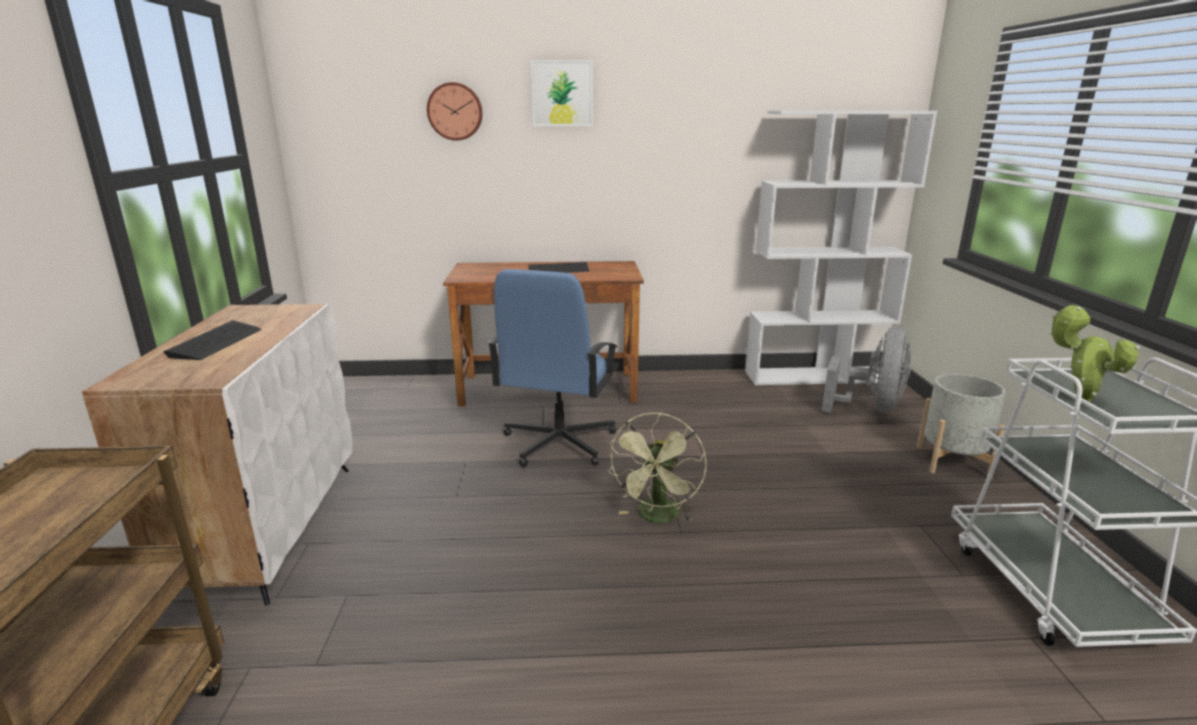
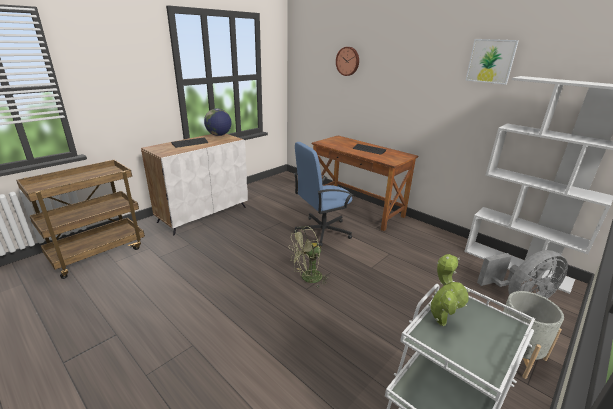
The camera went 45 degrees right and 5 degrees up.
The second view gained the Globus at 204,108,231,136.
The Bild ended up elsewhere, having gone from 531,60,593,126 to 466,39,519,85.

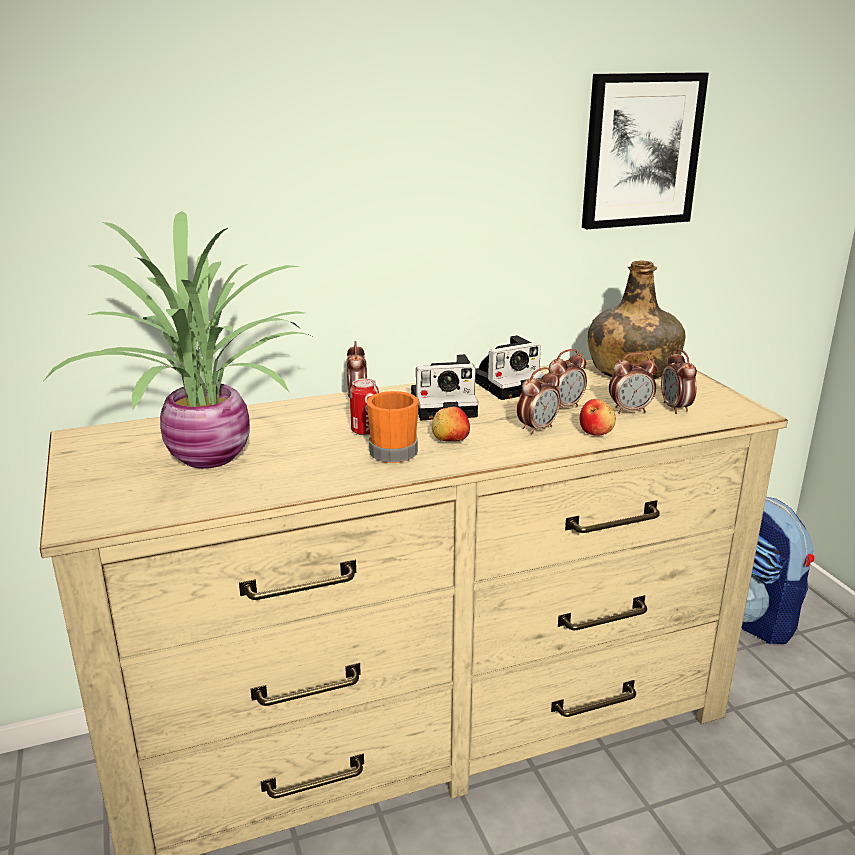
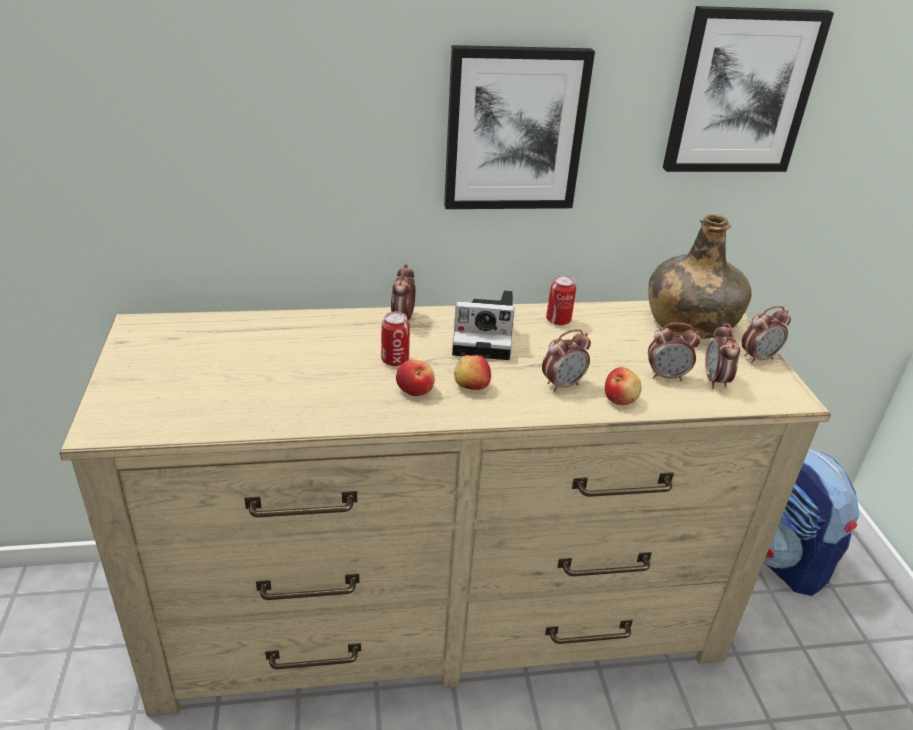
The camera went 10 degrees right and 10 degrees up.
The second view lost the Topfpflanze at 44,211,310,468.
The second view gained the Bild at 444,45,595,209.
The Wecker ended up elsewhere, having gone from 549,349,587,412 to 742,306,791,364.
Where the Henkelbecher (orange) stood at 367,391,419,463, the Apfel came to stand at 396,360,435,396.
Where the Kamera stood at 475,335,544,400, the Dose came to stand at 546,275,576,326.

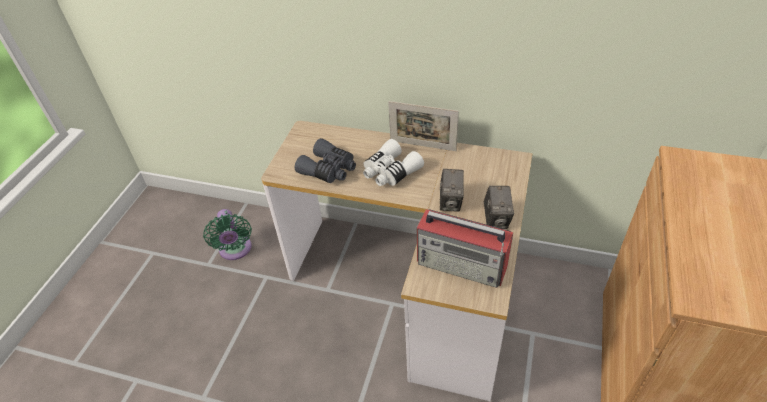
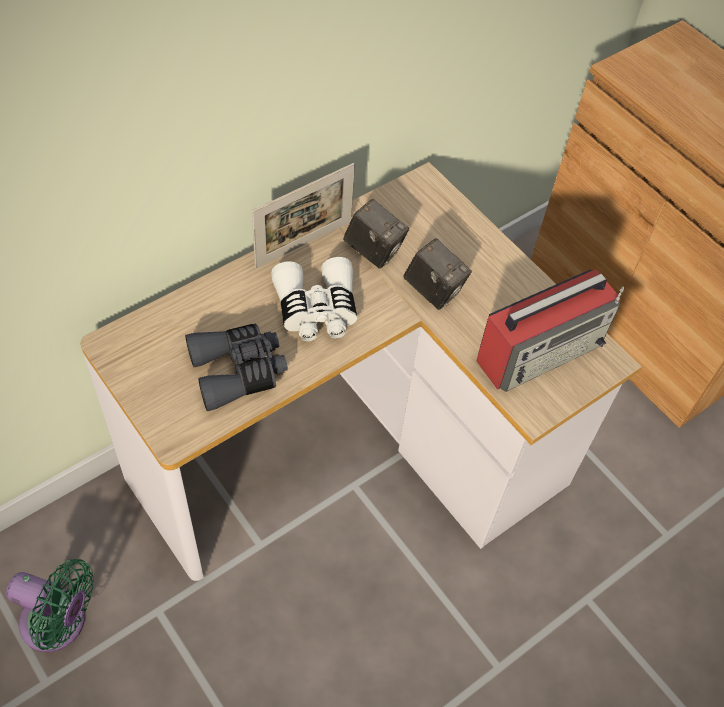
The camera went 60 degrees left and 10 degrees up.
The Kamera ended up elsewhere, having gone from 484,186,514,229 to 343,199,409,269.

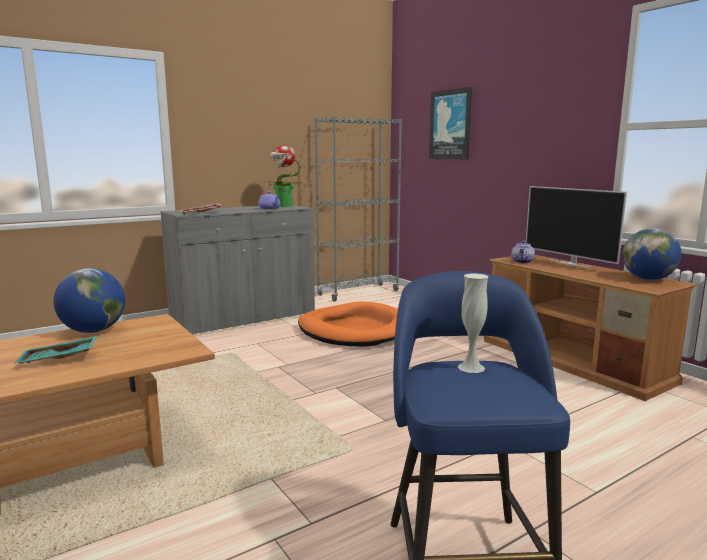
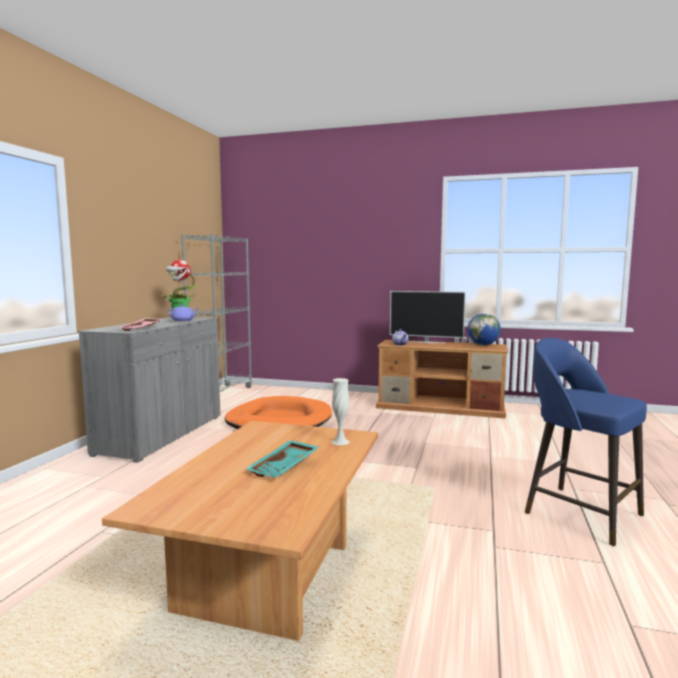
The camera went 40 degrees left and 5 degrees down.
The second view lost the Globus at 54,268,125,333.
The second view lost the Bild at 429,87,472,159.
The Vase (weiß) ended up elsewhere, having gone from 458,273,488,373 to 332,378,350,445.

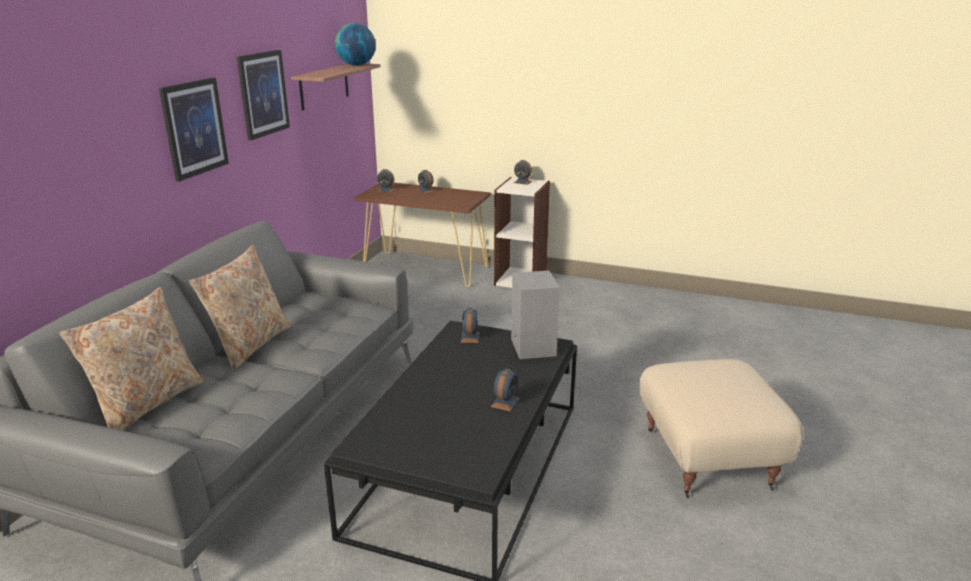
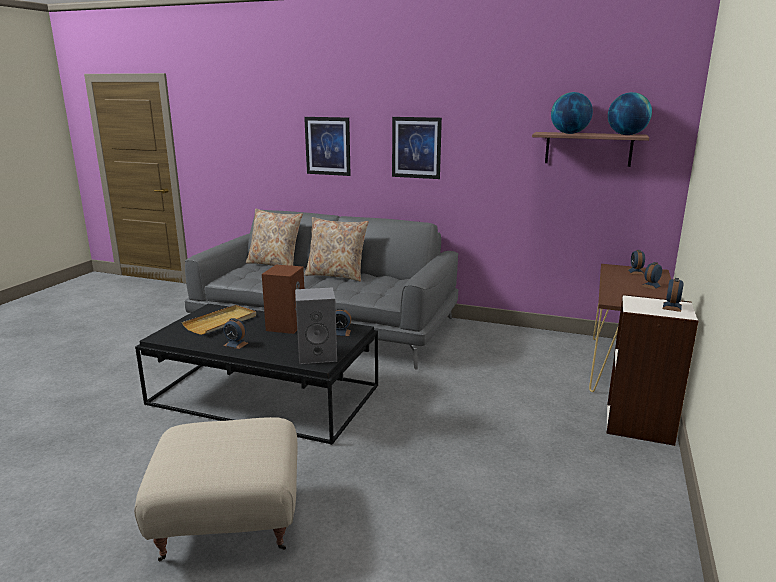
The camera went 90 degrees right and 5 degrees down.
The second view gained the Tablett (beige) at 182,305,256,335.
The second view gained the Lautsprecher (braun) at 262,265,304,334.
The second view gained the Globus at 551,92,593,134.
The Bild ended up elsewhere, having gone from 237,50,290,141 to 304,117,351,176.

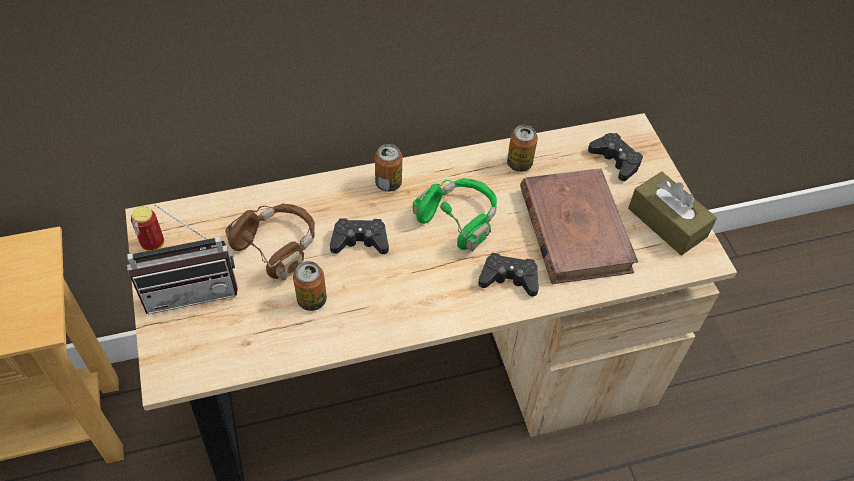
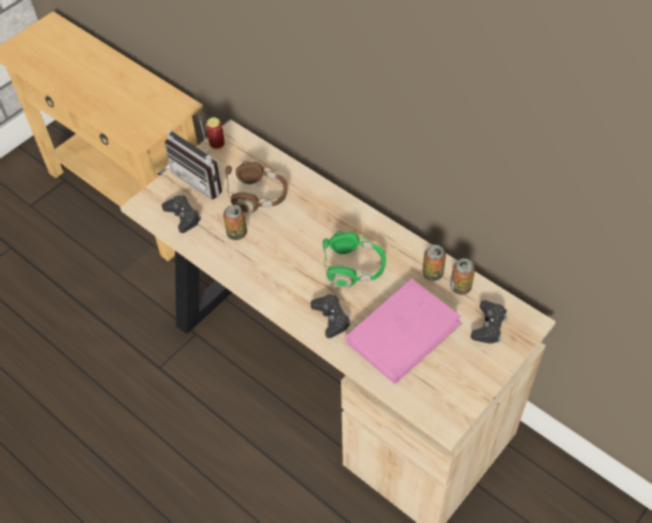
The camera went 60 degrees right and 0 degrees up.
The second view lost the Taschentuchbox (braun) at 628,172,717,255.
The Gamepad (schwarz) ended up elsewhere, having gone from 330,218,389,254 to 162,195,201,233.
The Dose ended up elsewhere, having gone from 375,144,402,192 to 450,258,475,295.
What was the Buch (braun) at 520,169,638,284 turned into the Buch (rosa) at 345,279,462,384.

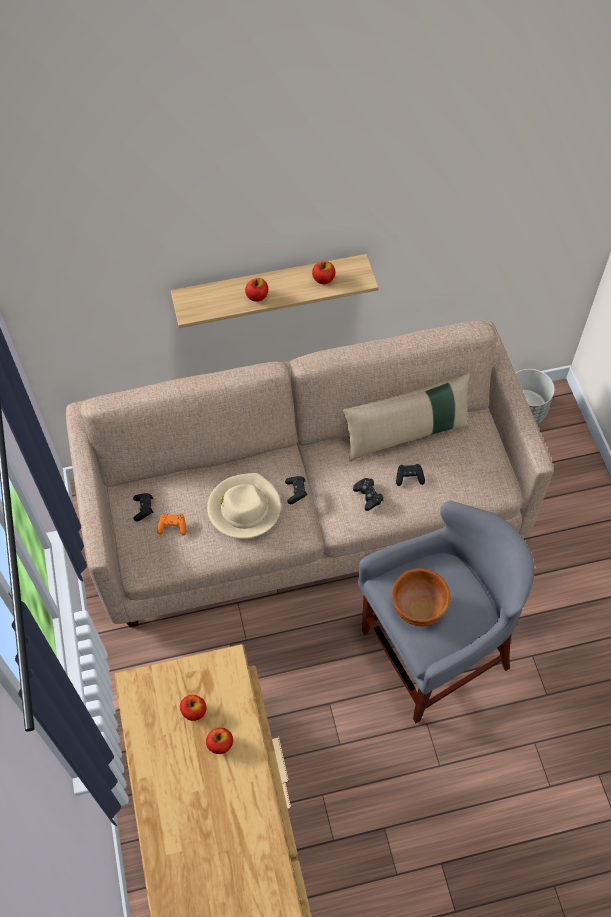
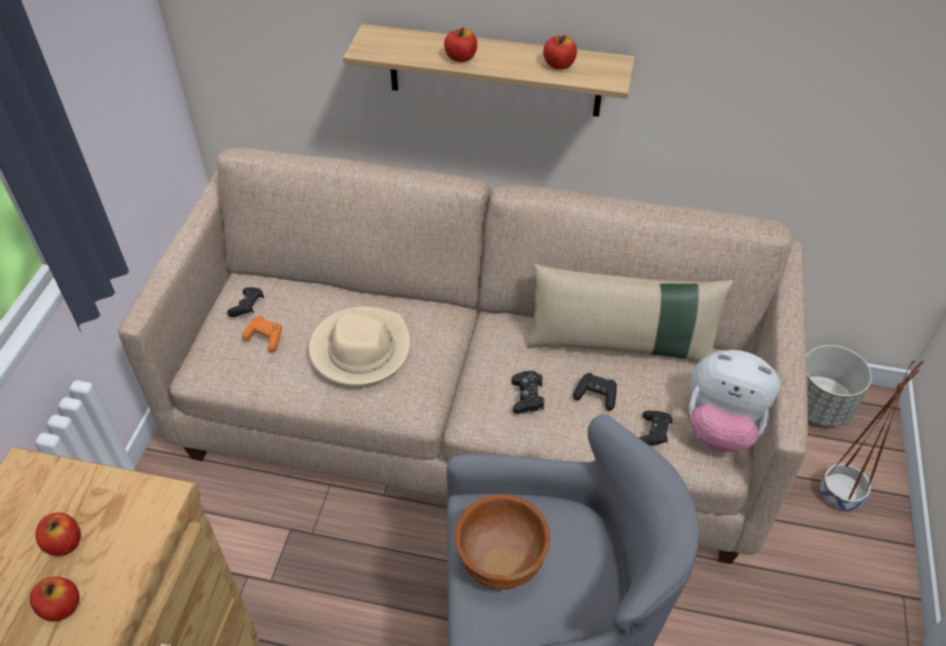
The camera went 25 degrees right and 10 degrees down.
The second view gained the Plüschtier at 689,350,781,452.
The second view gained the Pflanzkübel (braun) at 820,360,924,511.
The Gamepad (schwarz) ended up elsewhere, having gone from 285,476,307,504 to 639,411,672,446.

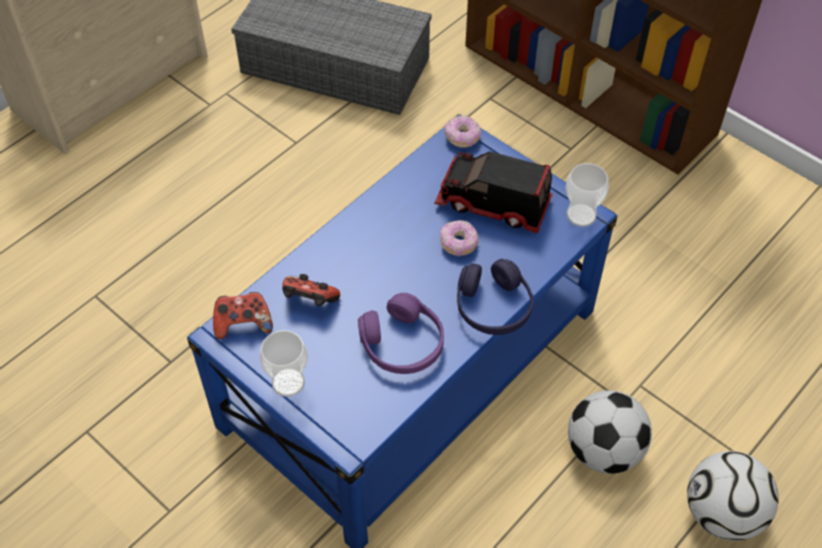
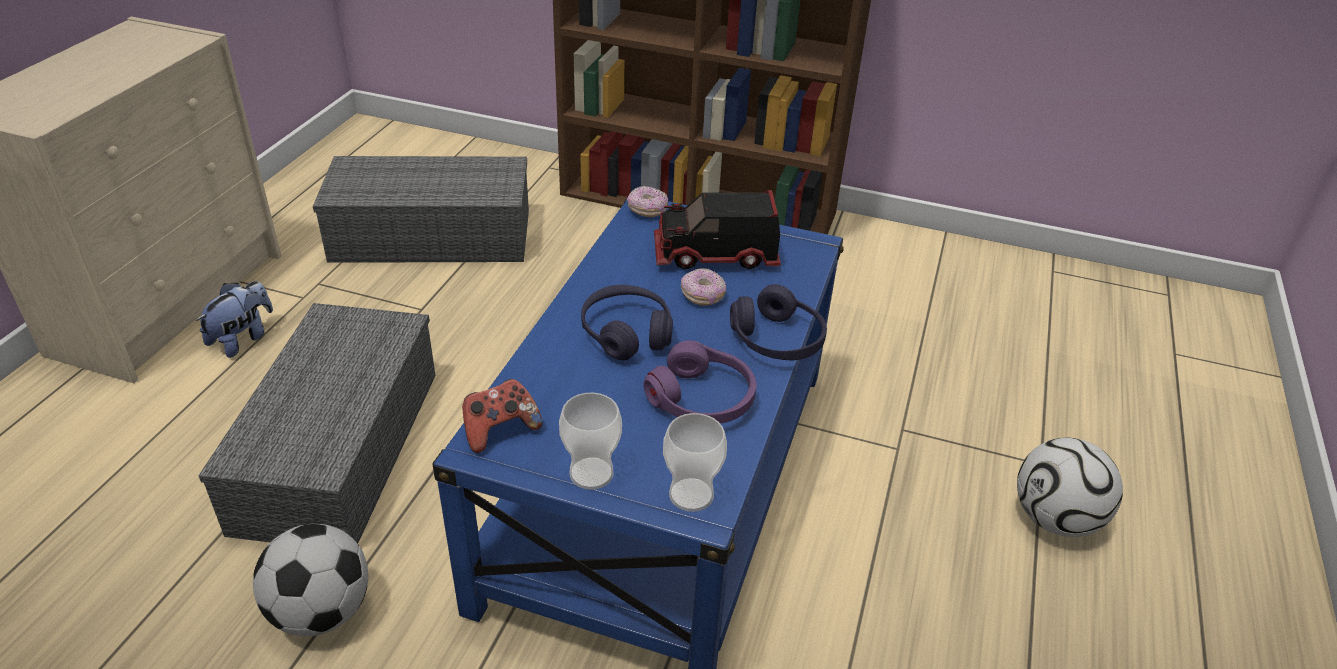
The camera went 25 degrees left and 15 degrees down.
The second view lost the Gamepad at 282,274,340,306.
The second view gained the Plüschtier at 196,281,273,358.
The second view gained the Aufbewahrungsbox (grau) at 199,303,436,543.
The second view gained the Kopfhörer (lila) at 581,285,673,360.
The Tasse ended up elsewhere, having gone from 565,163,609,227 to 663,413,727,512.
The Fußball ended up elsewhere, having gone from 568,390,652,474 to 253,524,368,636.

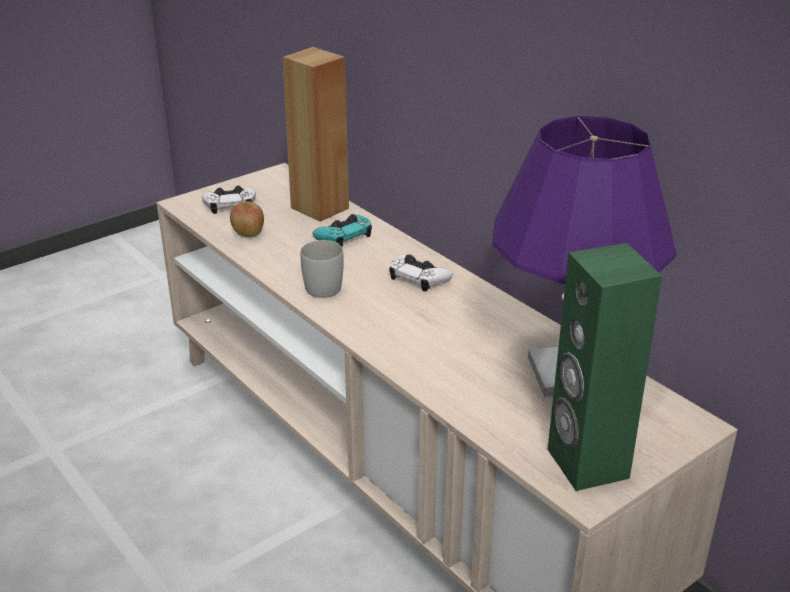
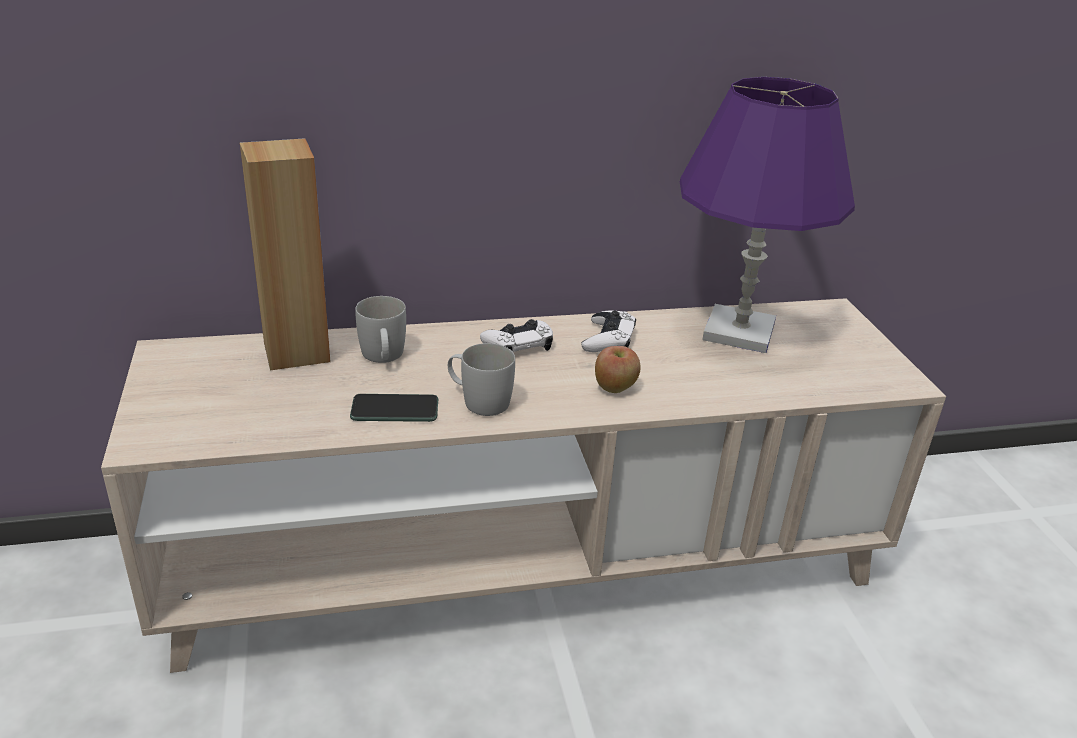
The camera went 65 degrees left and 0 degrees up.
The second view lost the Lautsprecher (grün) at 548,243,662,491.
The second view gained the Handy at 350,394,438,422.
The Gamepad (weiß) ended up elsewhere, having gone from 202,186,256,214 to 581,310,636,352.
The Apfel ended up elsewhere, having gone from 230,201,264,237 to 595,346,641,393.
Where the Gamepad (türkis) stood at 313,214,372,246, the Henkelbecher (weiß) came to stand at 355,296,406,363.

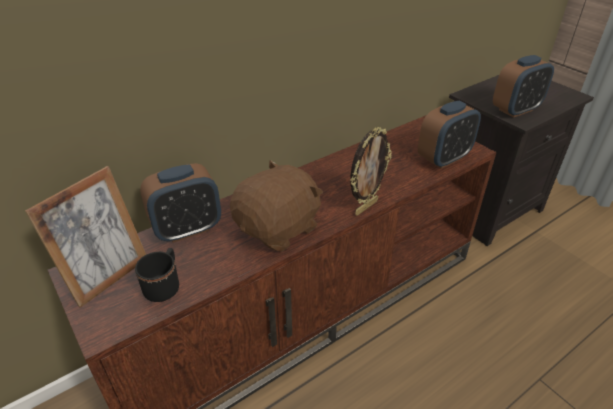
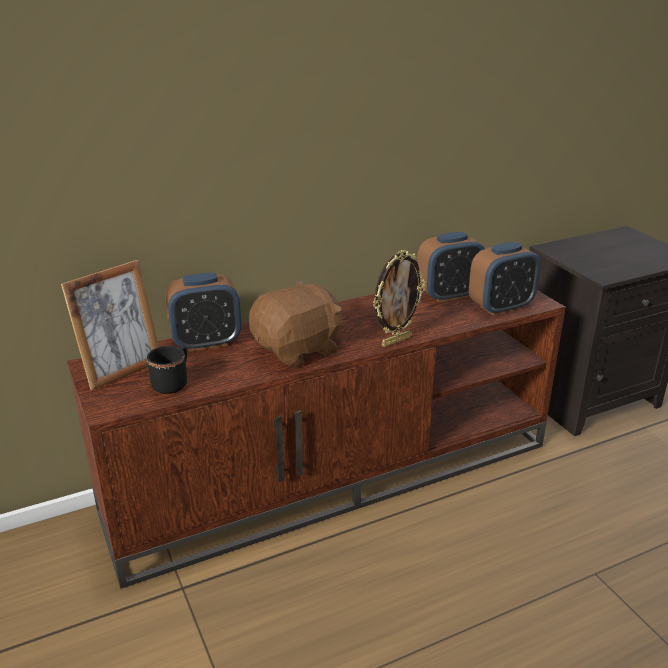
The camera went 10 degrees right and 10 degrees down.
The Wecker ended up elsewhere, having gone from 493,55,554,118 to 417,232,485,303.

